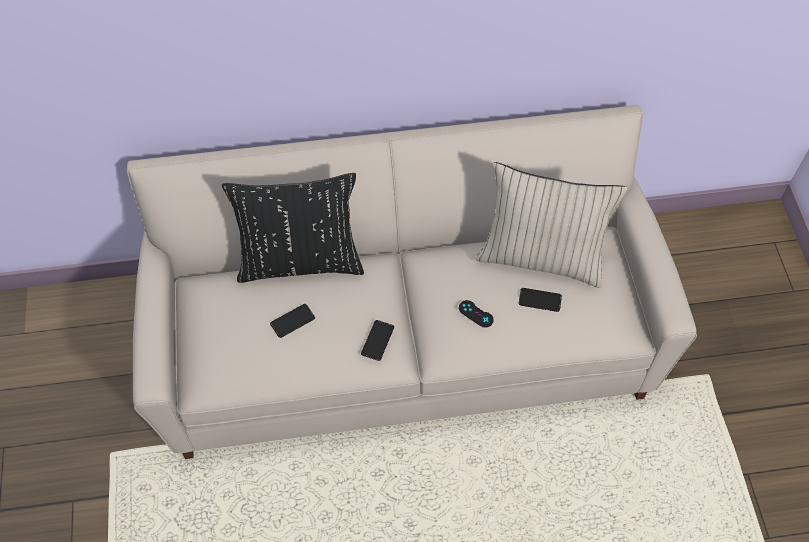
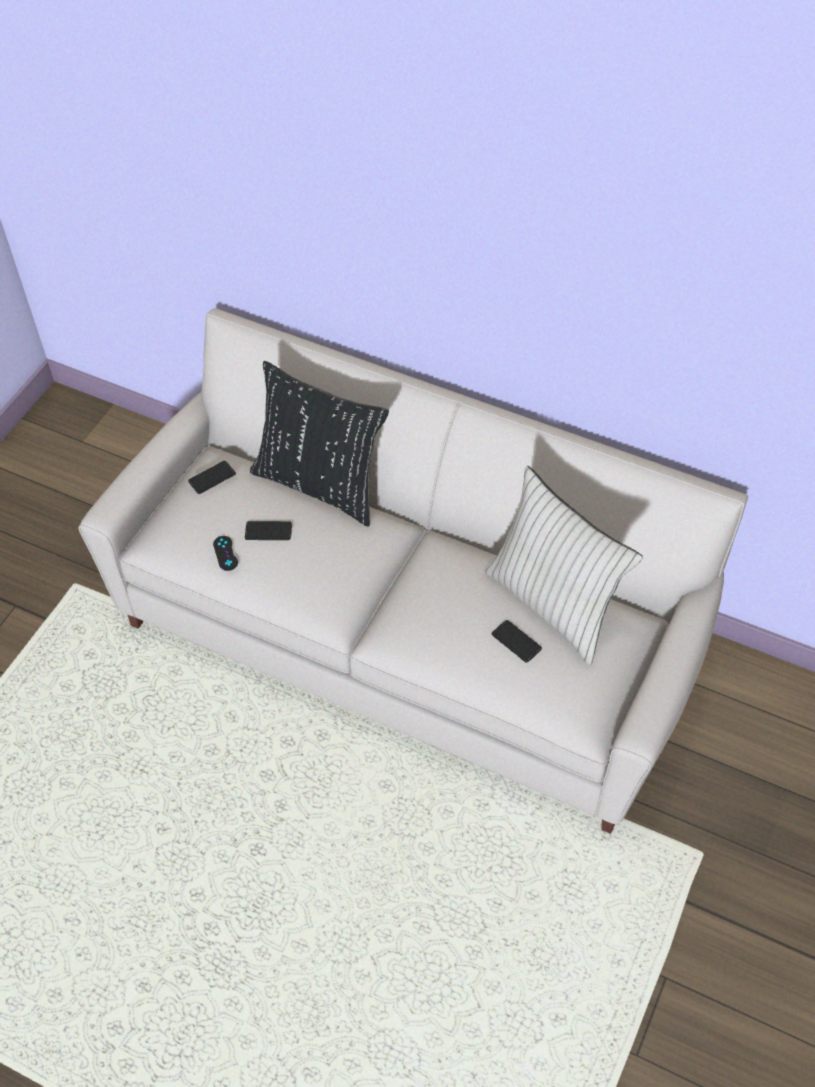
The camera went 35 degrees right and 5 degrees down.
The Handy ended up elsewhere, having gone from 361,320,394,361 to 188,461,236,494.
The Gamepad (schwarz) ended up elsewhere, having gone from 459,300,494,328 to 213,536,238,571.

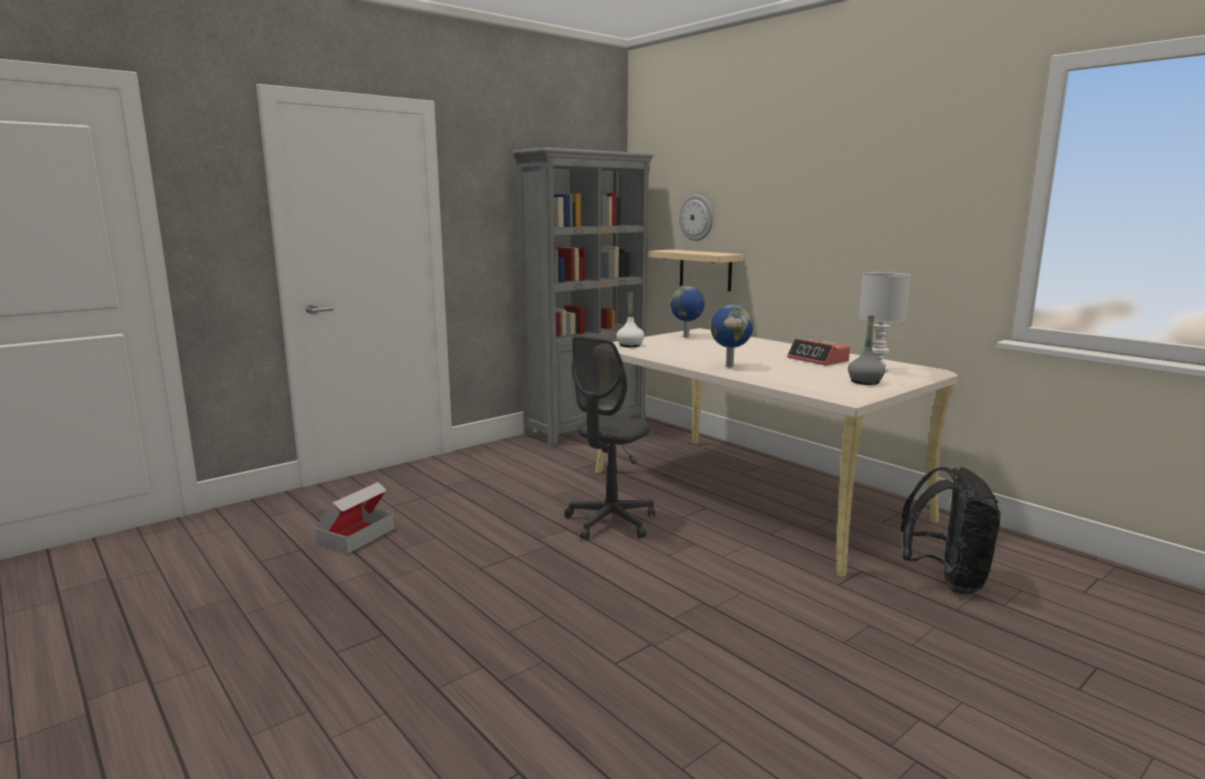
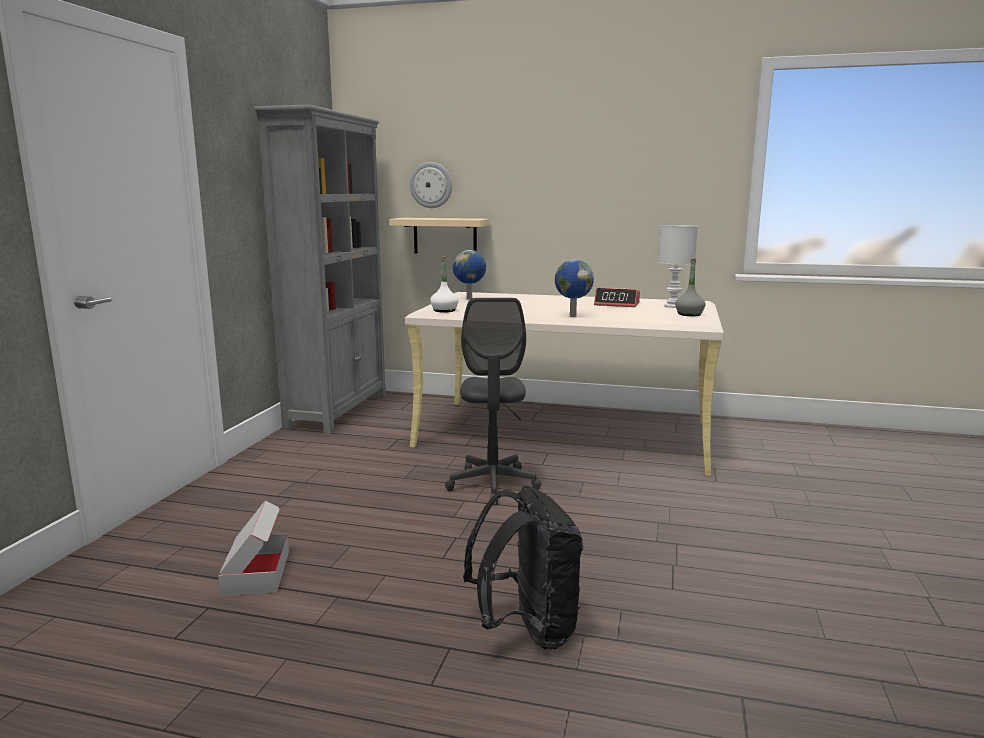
The camera went 35 degrees left and 0 degrees up.
The Rucksack (schwarz) ended up elsewhere, having gone from 901,467,1001,594 to 463,486,583,650.

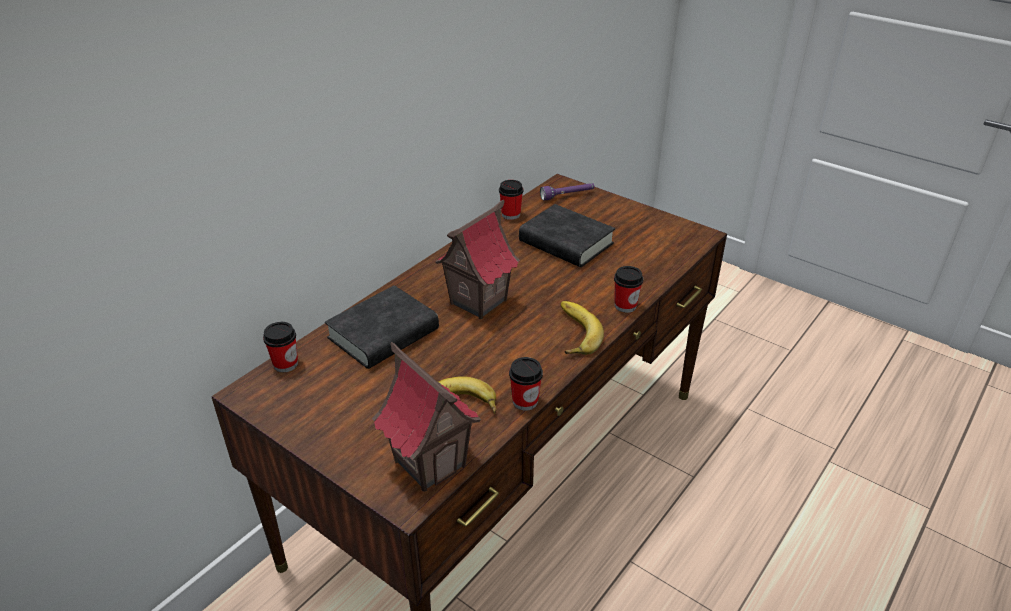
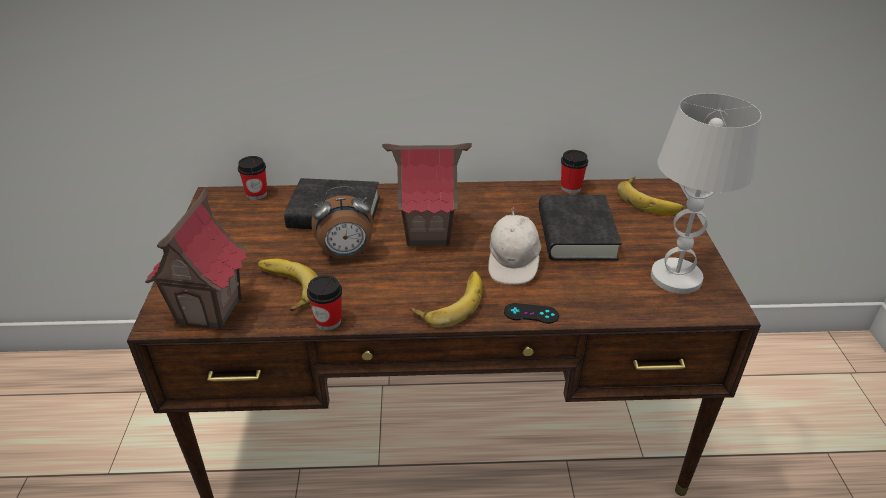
The camera went 50 degrees right and 0 degrees up.
The second view gained the Wecker at 312,186,373,259.
The second view gained the Kappe (weiß) at 488,207,541,285.
The second view gained the Tischlampe (weiß) at 651,93,761,294.
Where the Taschenlampe (lila) stood at 540,183,594,201, the Banane came to stand at 617,176,683,215.
Where the Tasse stood at 614,266,643,313, the Gamepad (schwarz) came to stand at 504,303,559,324.

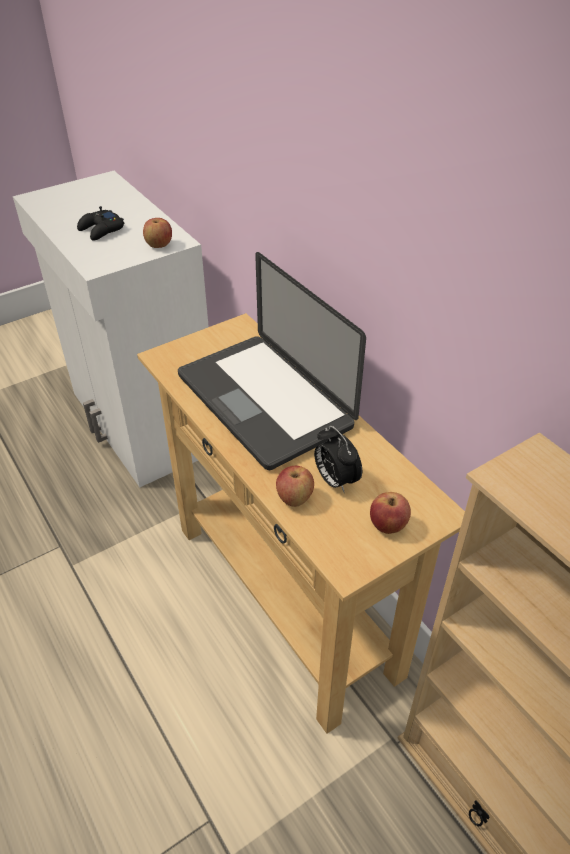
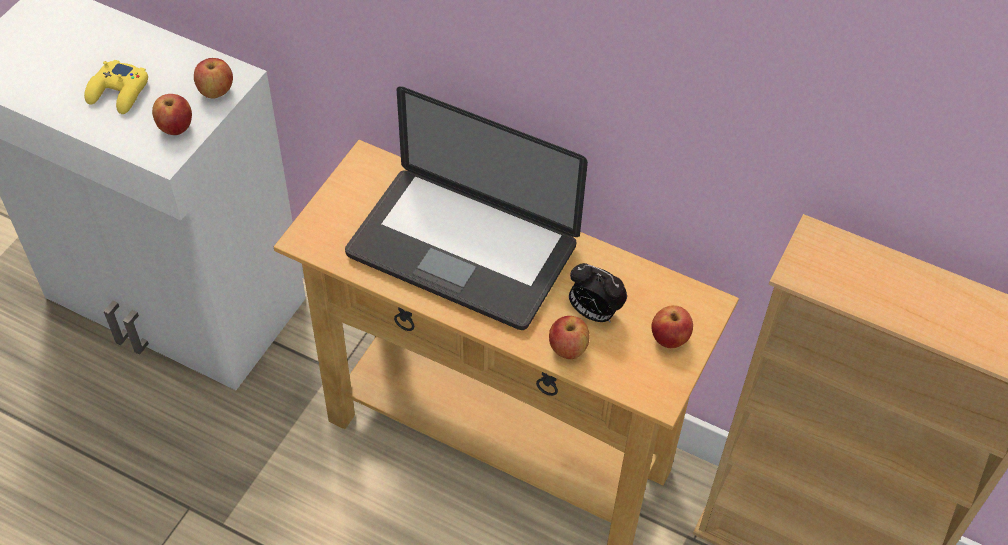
The camera went 30 degrees left and 10 degrees up.
The second view gained the Apfel at 152,94,192,135.
What was the Gamepad (schwarz) at 77,206,125,241 turned into the Gamepad (gelb) at 84,60,148,114.

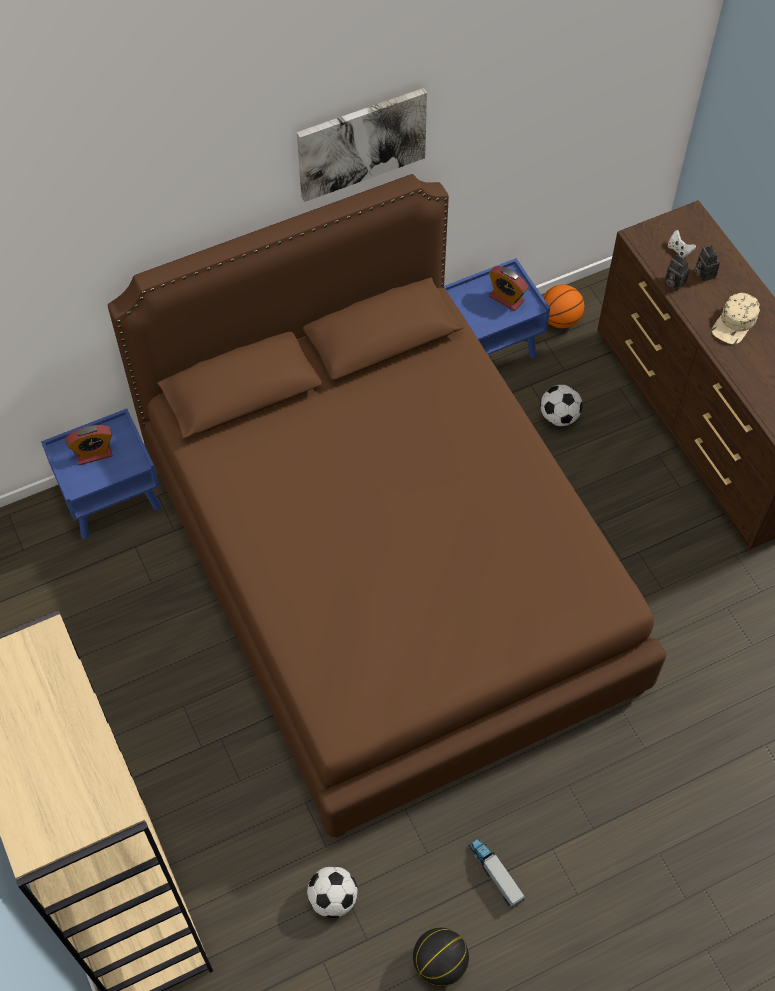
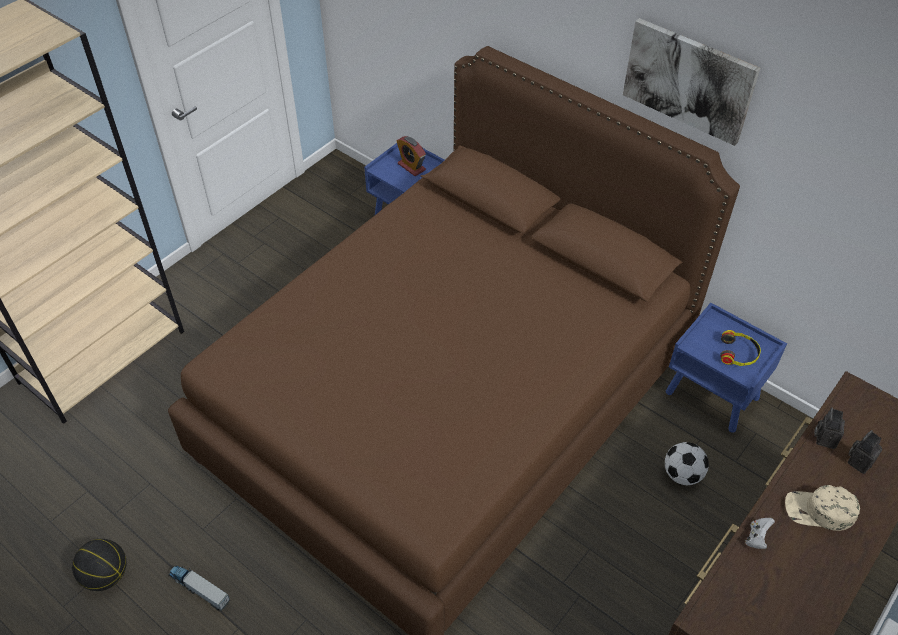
The camera went 65 degrees right and 10 degrees down.
The second view lost the Fußball at 307,866,358,918.
The second view lost the Basketball at 543,285,584,328.
The Gamepad (weiß) ended up elsewhere, having gone from 668,230,696,258 to 745,518,775,549.
Where the Wecker stood at 489,266,529,311, the Kopfhörer came to stand at 720,330,761,366.
The Spielzeuglaster at 469,839,525,908 ended up facing another way, 90 degrees counterclockwise from before.

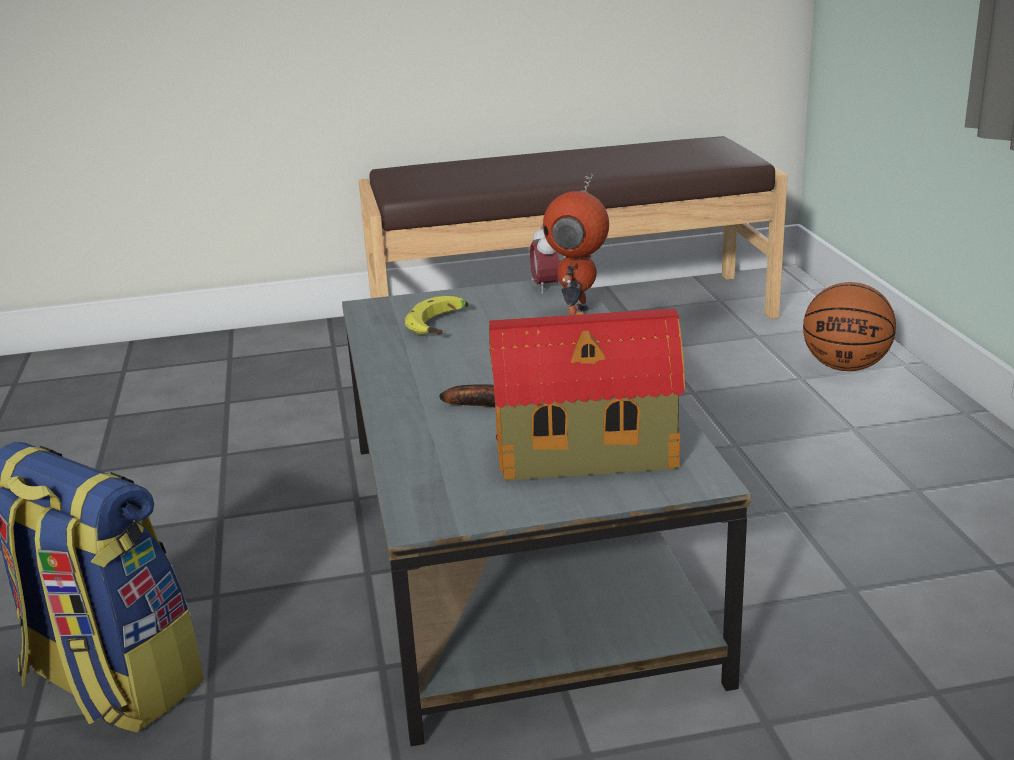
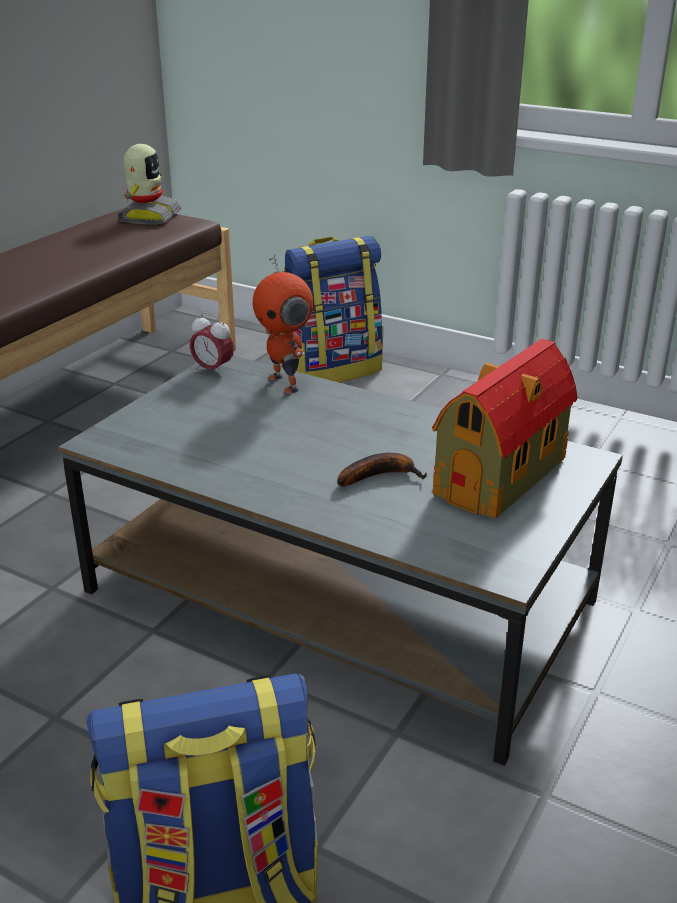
The camera went 50 degrees left and 5 degrees up.
The second view lost the Banane at 405,296,468,334.
The second view gained the Spielzeugroboter at 117,144,182,225.
Where the Basketball stood at 803,282,896,371, the Rucksack came to stand at 282,236,383,383.

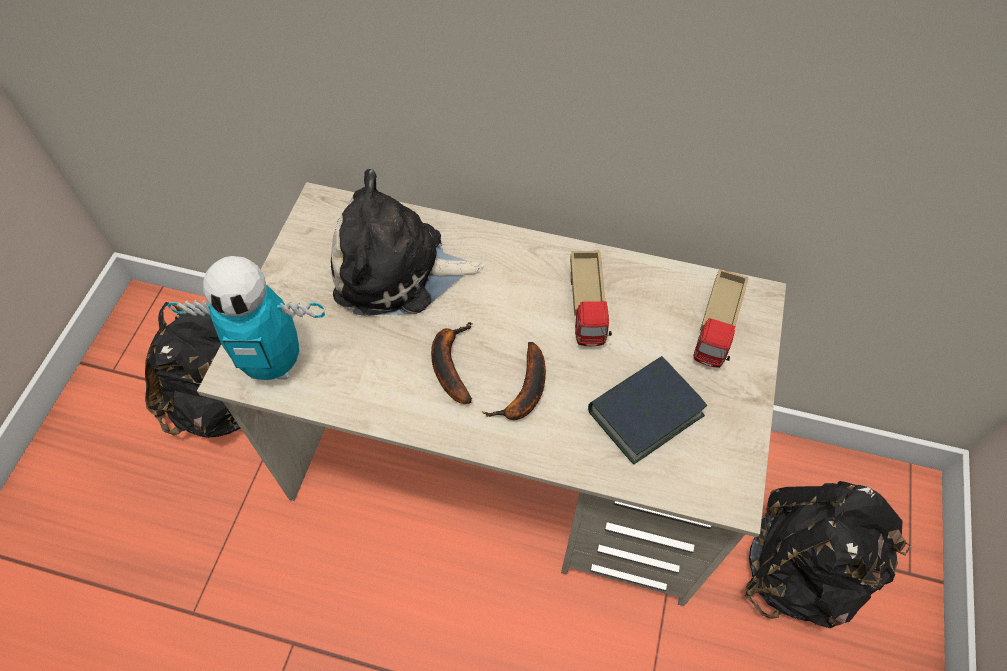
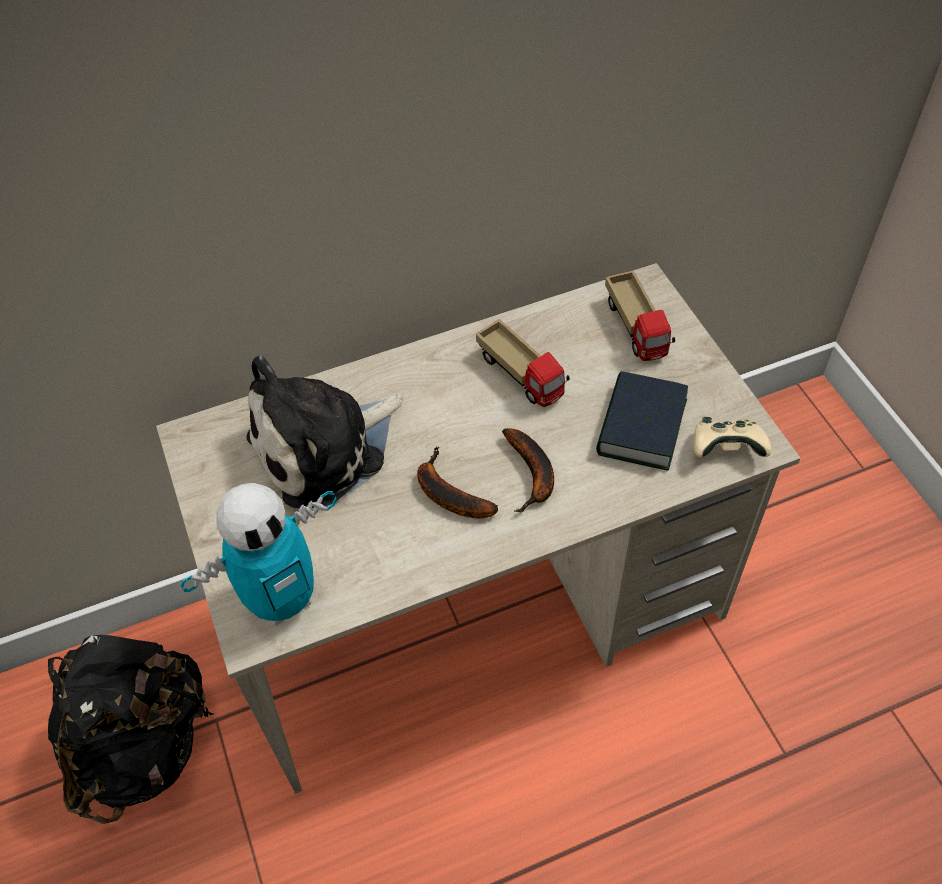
The camera went 35 degrees left and 5 degrees down.
The second view lost the Rucksack (schwarz) at 744,481,911,628.
The second view gained the Gamepad (beige) at 693,417,772,458.

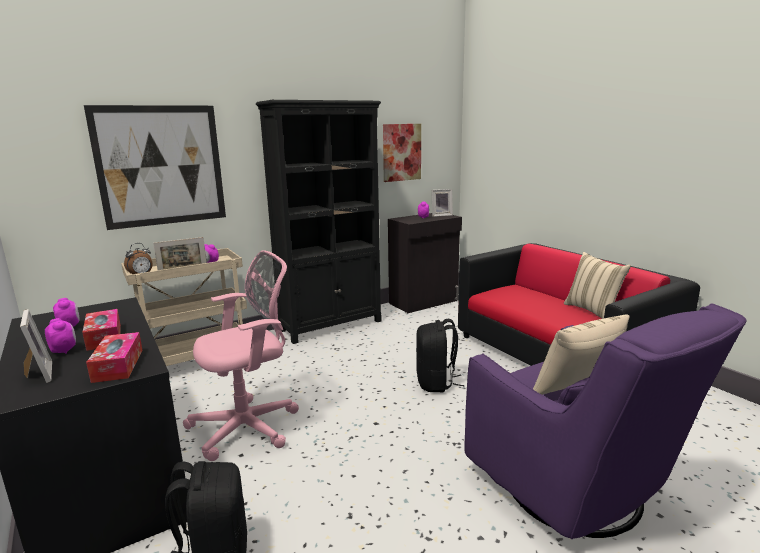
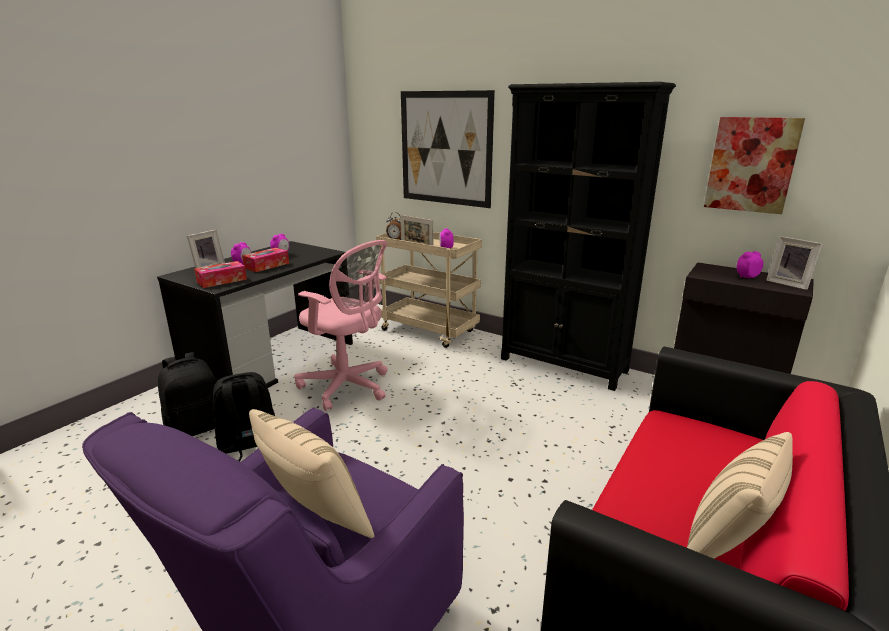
The camera went 65 degrees right and 5 degrees up.
The Rucksack (schwarz) ended up elsewhere, having gone from 416,319,465,392 to 213,372,275,462.

